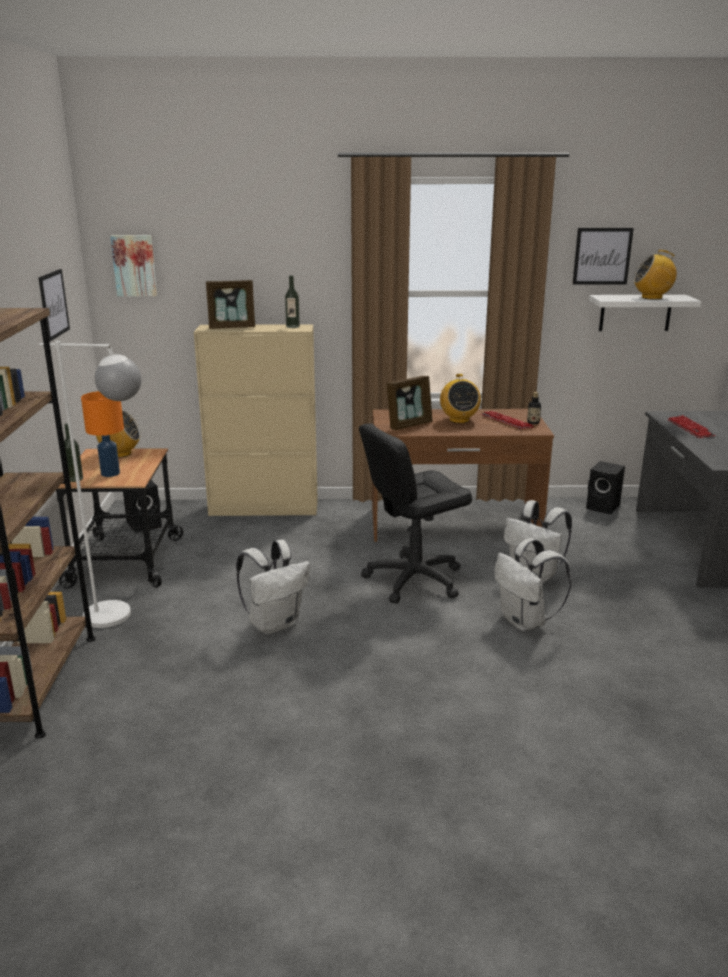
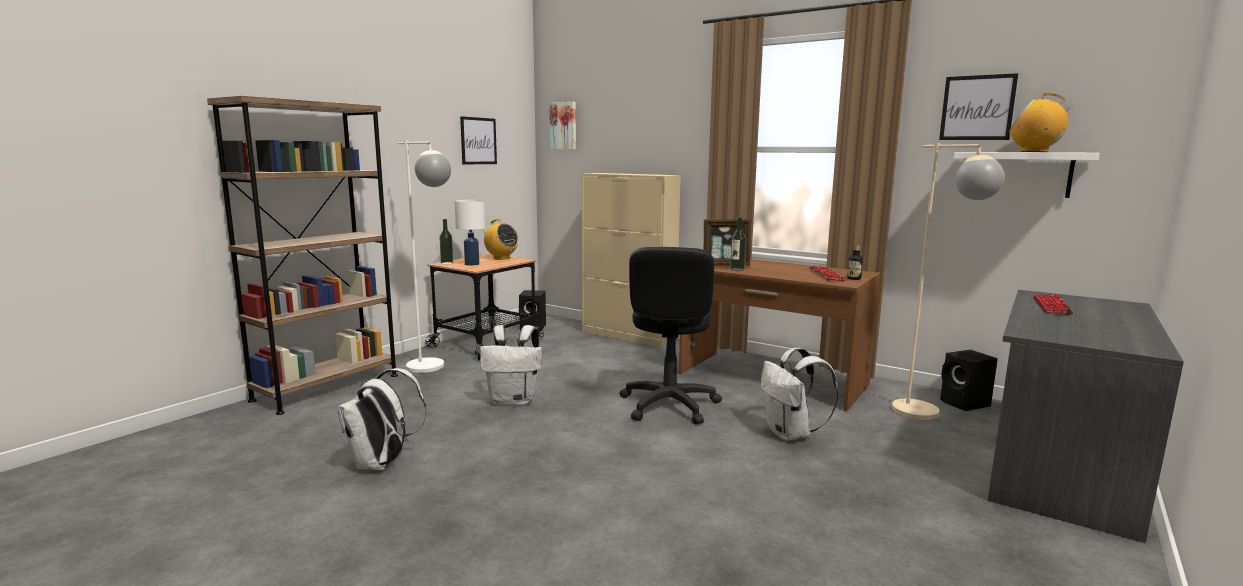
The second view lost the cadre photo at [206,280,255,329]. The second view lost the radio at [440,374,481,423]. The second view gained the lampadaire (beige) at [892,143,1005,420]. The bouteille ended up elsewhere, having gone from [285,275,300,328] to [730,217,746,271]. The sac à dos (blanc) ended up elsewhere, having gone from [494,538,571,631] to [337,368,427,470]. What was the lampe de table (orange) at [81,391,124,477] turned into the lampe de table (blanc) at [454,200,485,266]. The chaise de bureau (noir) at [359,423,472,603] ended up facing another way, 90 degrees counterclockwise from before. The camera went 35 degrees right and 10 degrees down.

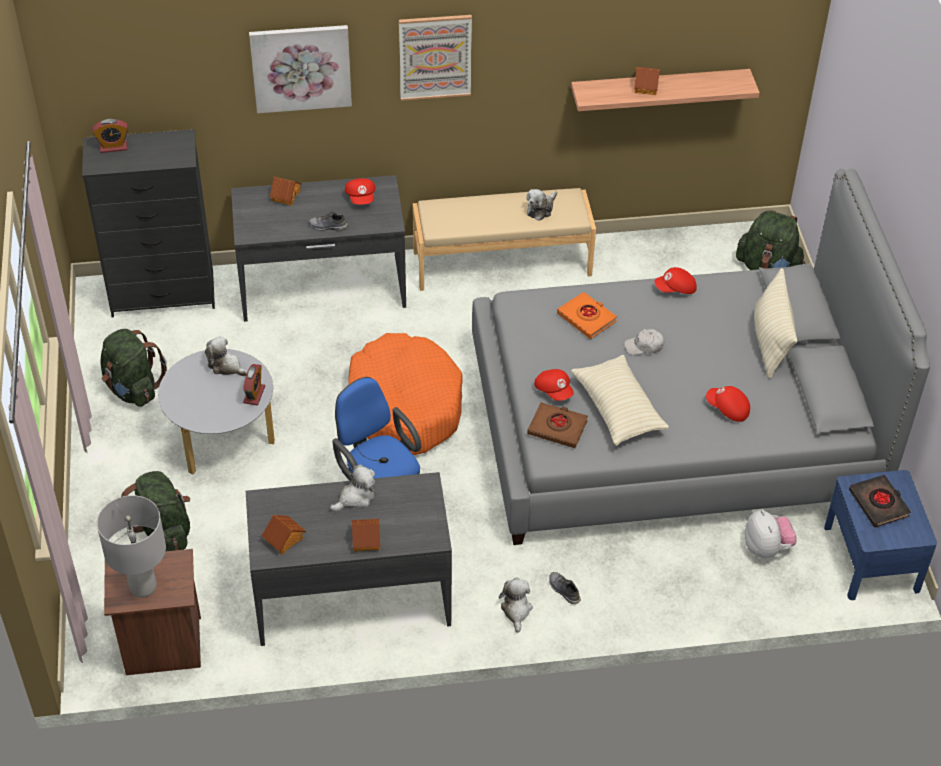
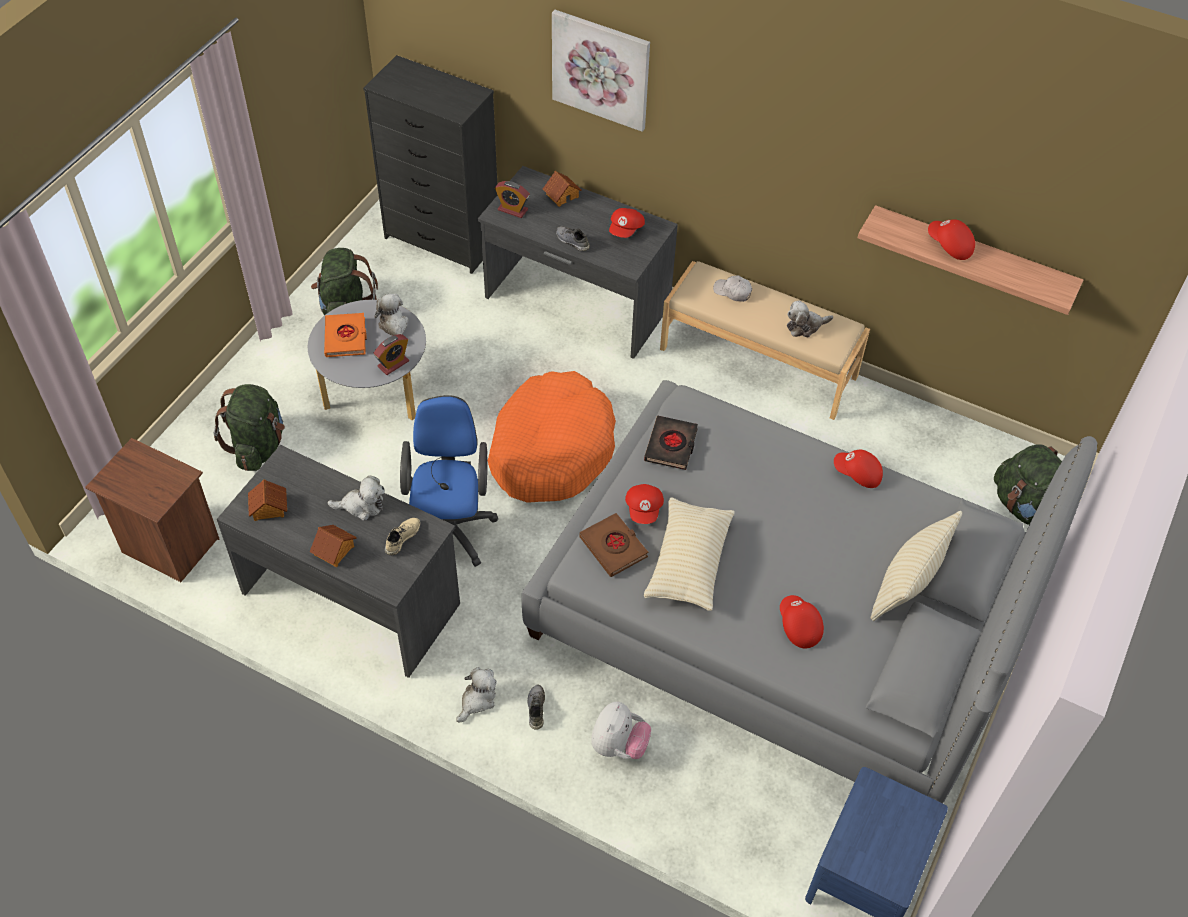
The second view lost the lampe de table (gris) at [97,495,166,598]. The second view lost the tableau at [399,15,472,101]. The second view gained the chaussure (beige) at [385,518,420,555]. The réveil ended up elsewhere, having gone from [92,119,128,153] to [495,181,530,218]. The livre (orange) ended up elsewhere, having gone from [557,292,617,339] to [324,313,367,357]. The casquette (blanc) ended up elsewhere, having gone from [624,329,664,355] to [713,275,752,302]. The peluche ended up elsewhere, having gone from [745,510,797,558] to [592,702,651,759]. The livre (noir) ended up elsewhere, having gone from [849,475,911,528] to [644,416,698,470]. Where the maison miniature stood at [634,67,660,95], the casquette (rouge) came to stand at [928,219,975,260]. The camera went 35 degrees right and 5 degrees up.

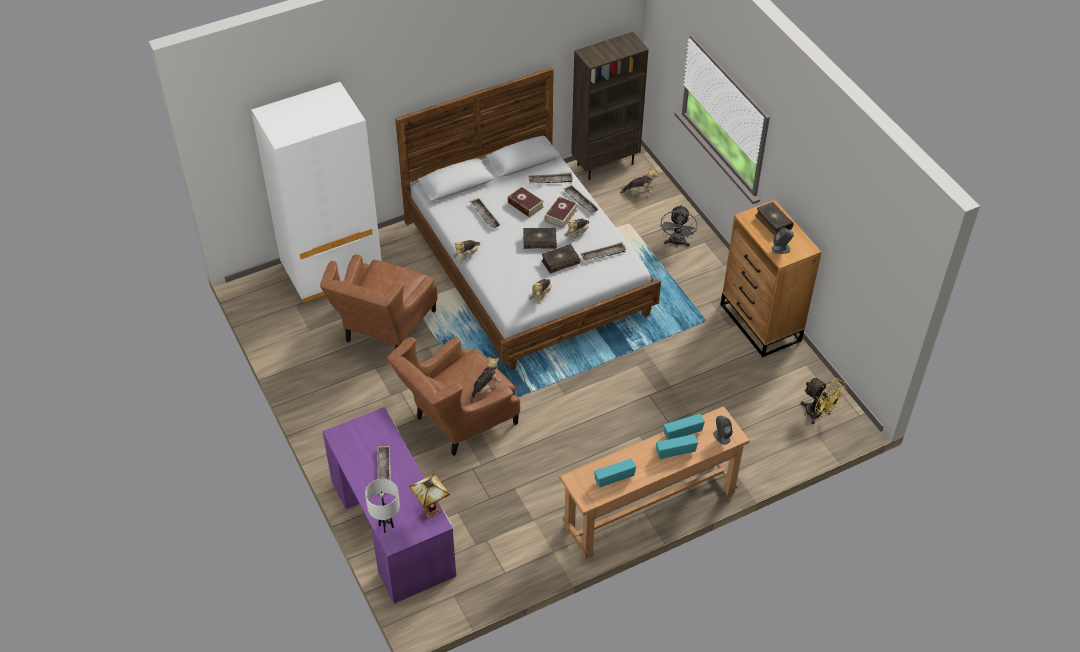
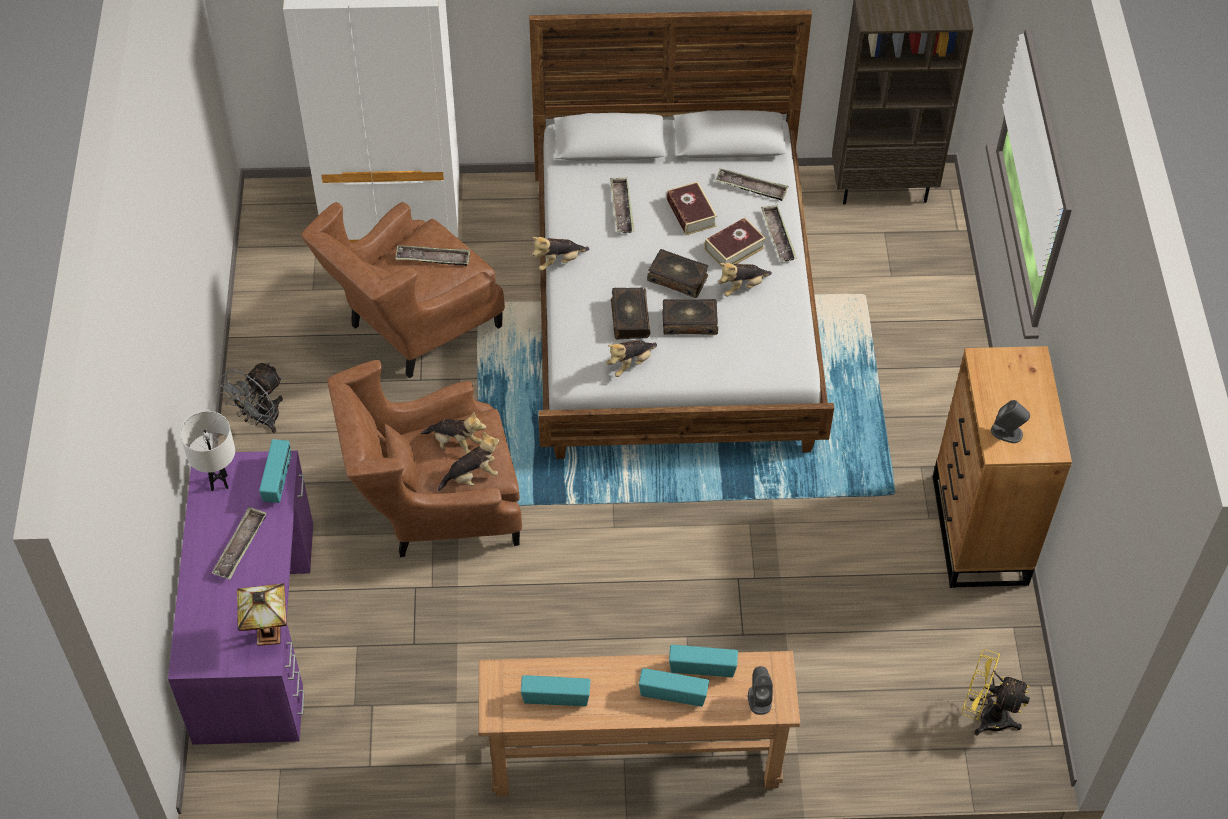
The second view gained the radio at [259,439,291,503]. The lampe de table (blanc) ended up elsewhere, having gone from [365,479,400,533] to [180,411,235,491]. The plateau ended up elsewhere, having gone from [580,242,627,262] to [395,245,470,266]. The peluche ended up elsewhere, having gone from [620,167,658,195] to [421,412,486,454]. The ventilateur (gris) ended up elsewhere, having gone from [660,205,697,247] to [217,362,283,433]. The livre ended up elsewhere, having gone from [755,202,794,236] to [611,287,650,339]. The ventilateur (jaune) at [801,378,846,424] ended up facing another way, 135 degrees clockwise from before. The camera went 25 degrees right and 5 degrees up.

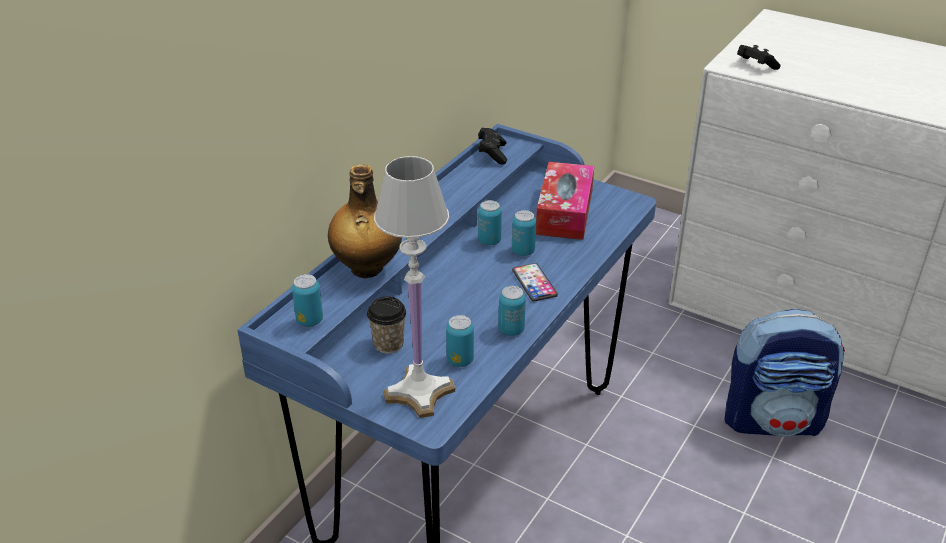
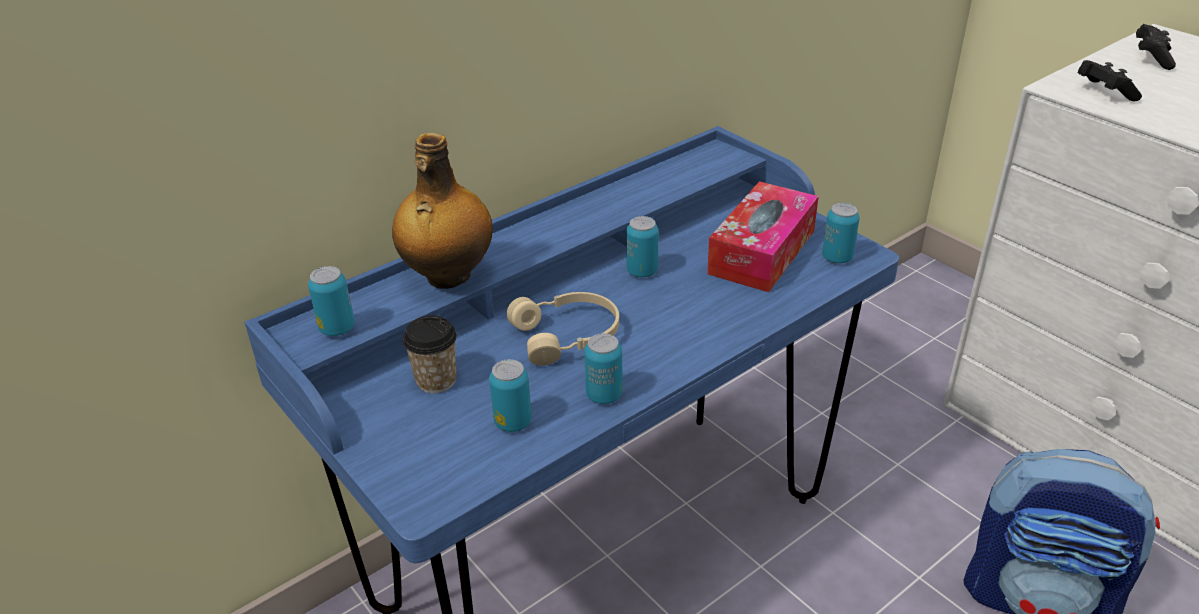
The second view lost the lampe de table (blanc) at [374,156,455,418]. The second view lost the téléphone at [512,263,558,302]. The second view gained the casque audio (beige) at [507,292,619,366]. The manette (noir) ended up elsewhere, having gone from [478,128,507,164] to [1136,24,1176,70]. The boîte métallique ended up elsewhere, having gone from [512,210,536,256] to [822,203,860,263]. The camera went 20 degrees right and 0 degrees up.

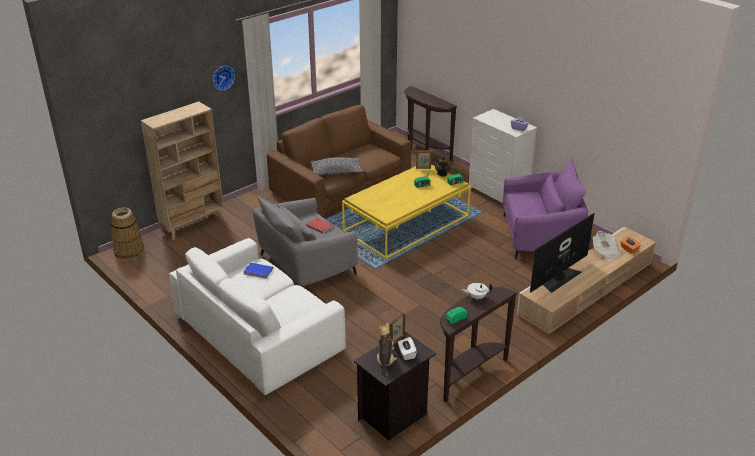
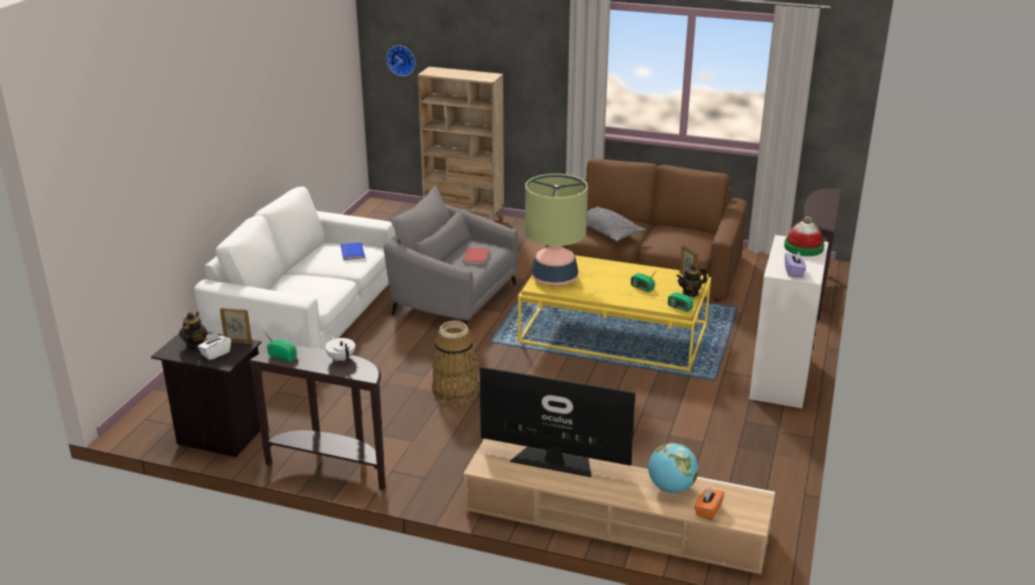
The second view lost the fauteuil (violet) at [503,159,588,259]. The second view gained the lampe de table at [525,174,588,286]. The second view gained the chapeau at [784,216,824,256]. The panier ended up elsewhere, having gone from [111,207,144,260] to [432,321,479,404]. The horloge murale ended up elsewhere, having gone from [213,66,235,90] to [387,46,415,76]. Where the peluche stood at [377,323,397,378], the théière came to stand at [179,312,207,349]. Where the journal stood at [592,231,620,261], the globe came to stand at [648,443,698,493]. The camera went 60 degrees right and 5 degrees down.

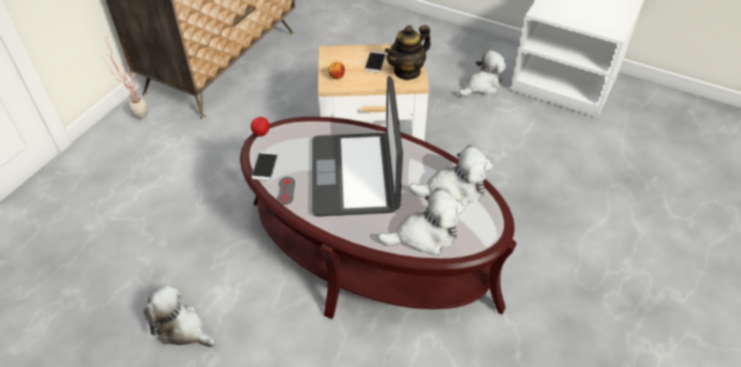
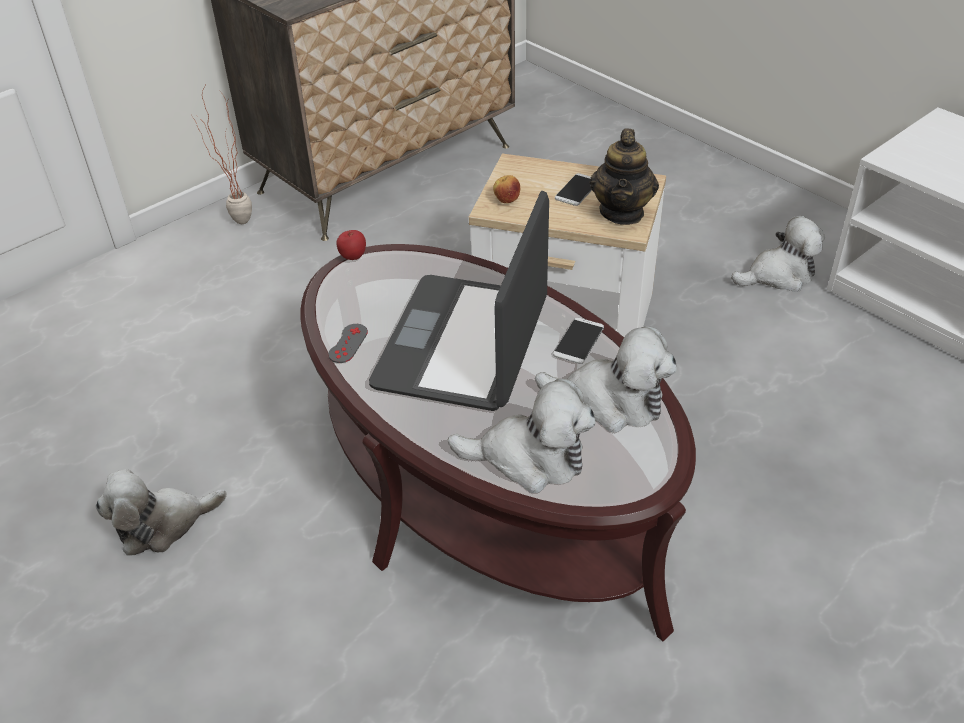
The téléphone ended up elsewhere, having gone from [251,151,278,180] to [553,317,604,364]. The peluche at [144,285,216,347] ended up facing another way, 75 degrees counterclockwise from before. The théière at [384,25,431,80] ended up facing another way, 60 degrees counterclockwise from before. The camera went 20 degrees right and 5 degrees down.

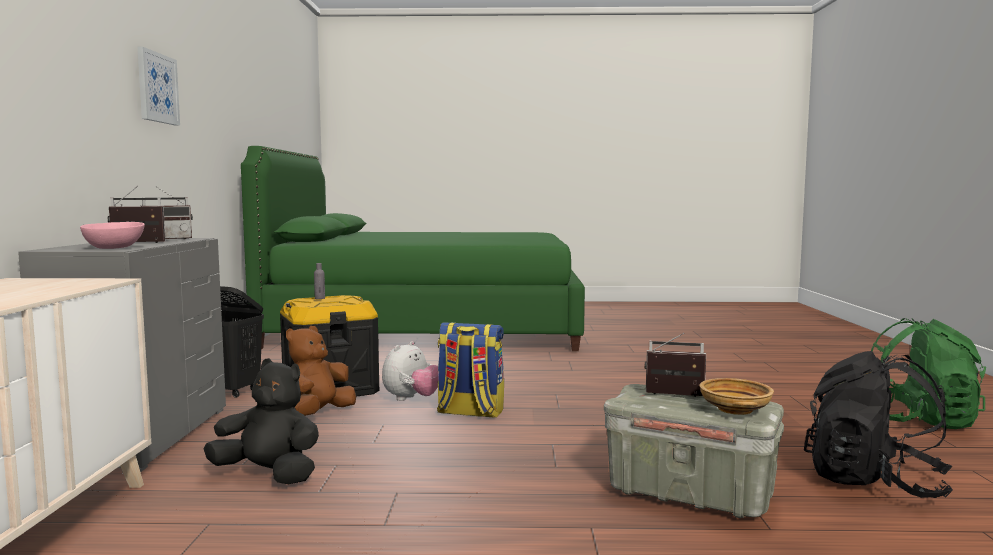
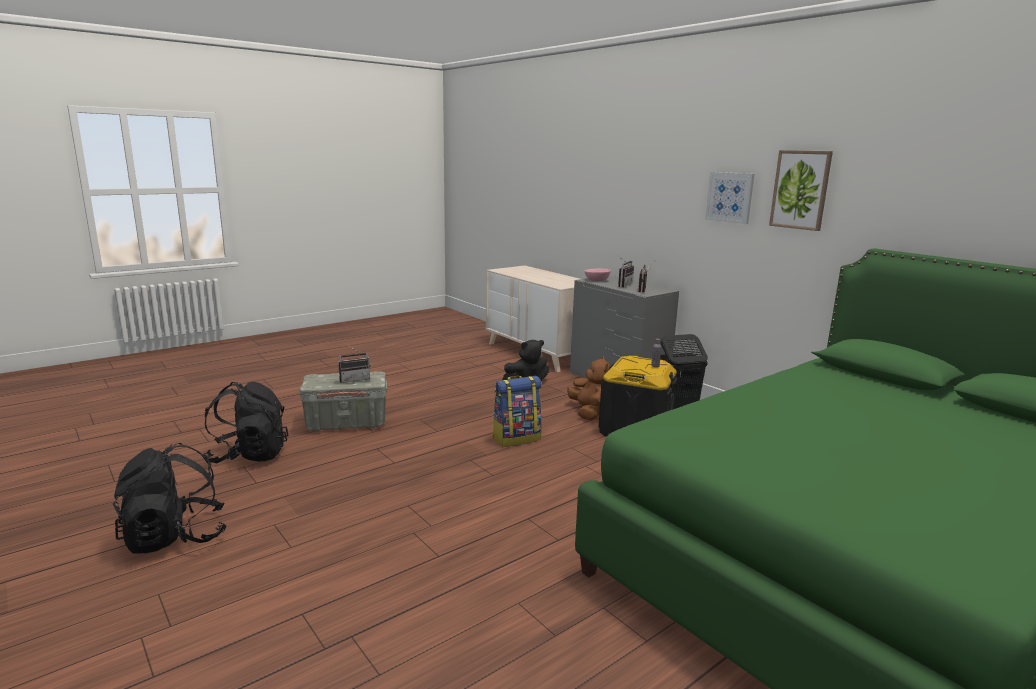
The second view lost the peluche at [382,341,439,401]. The second view lost the bol (beige) at [699,378,774,415]. The second view gained the tableau at [769,150,833,231]. What was the sac à dos (vert) at [871,318,986,429] turned into the sac à dos (noir) at [113,443,226,553]. The camera went 140 degrees right and 10 degrees up.

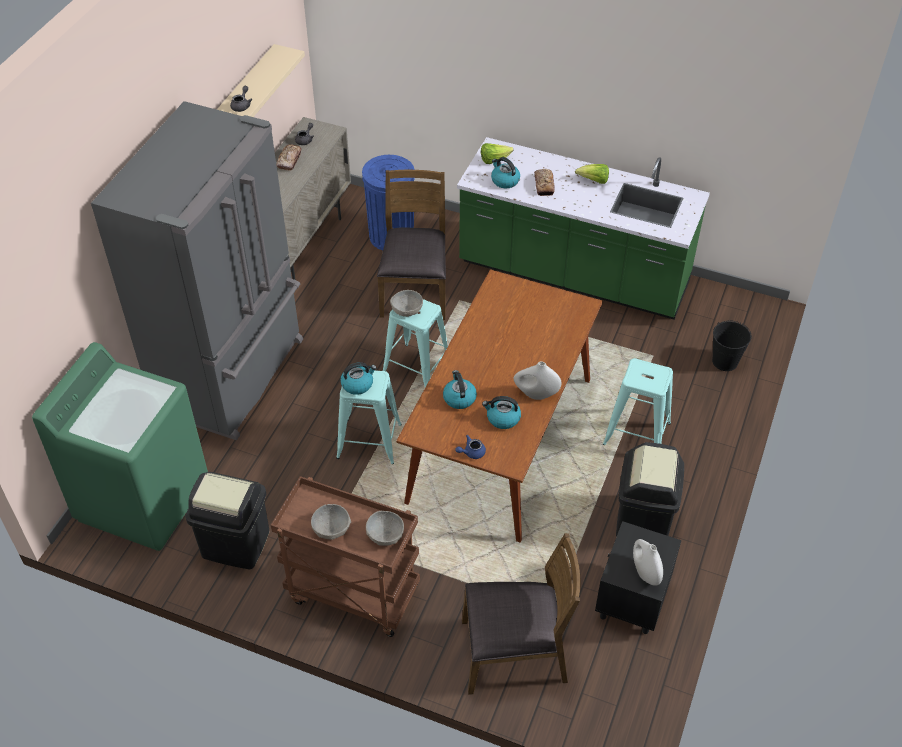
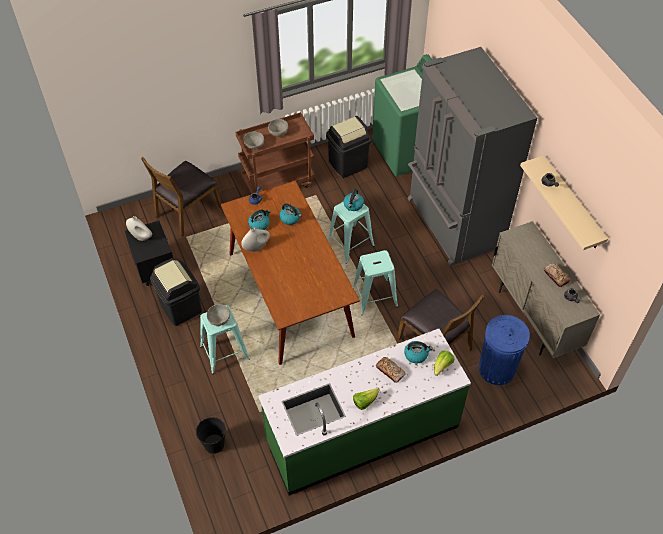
The bol (gris) ended up elsewhere, having gone from [390,290,423,317] to [207,304,230,327]. The camera went 135 degrees right and 5 degrees up.

